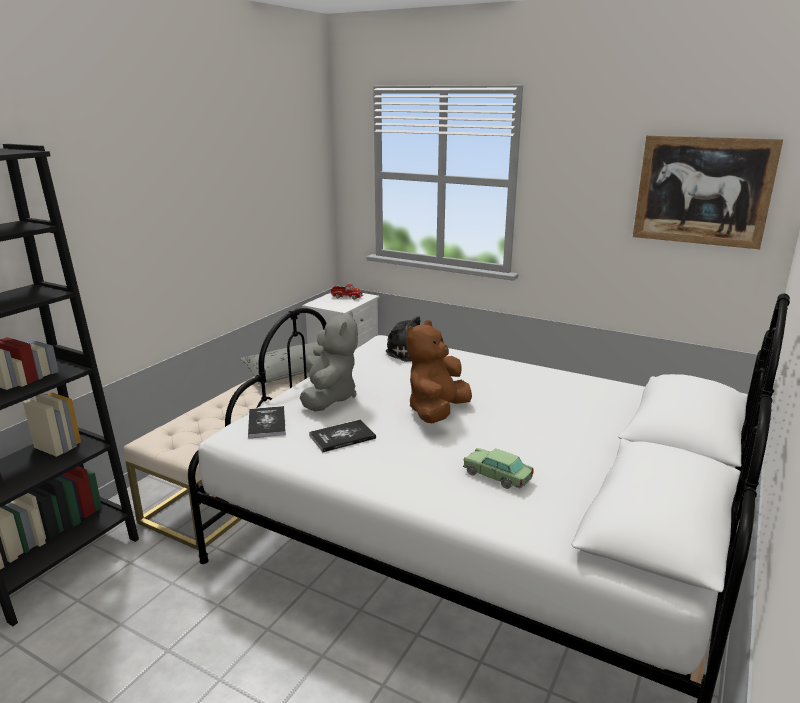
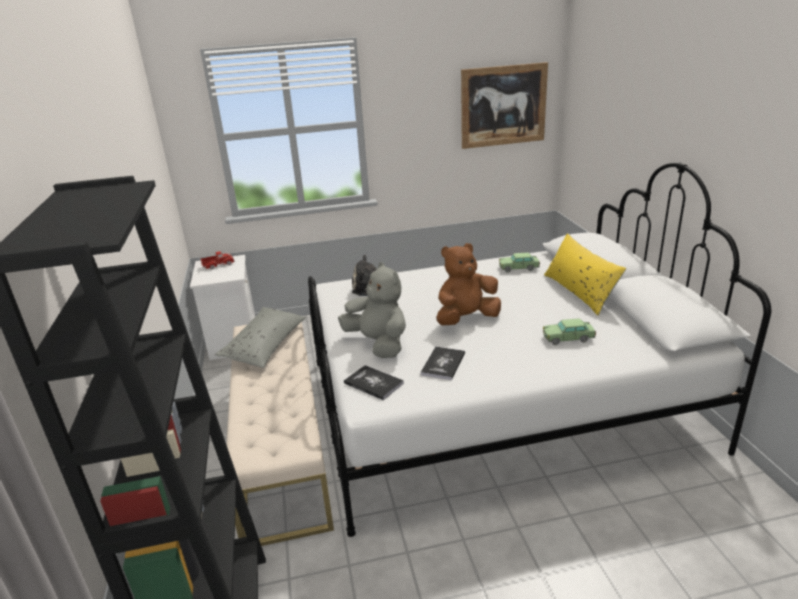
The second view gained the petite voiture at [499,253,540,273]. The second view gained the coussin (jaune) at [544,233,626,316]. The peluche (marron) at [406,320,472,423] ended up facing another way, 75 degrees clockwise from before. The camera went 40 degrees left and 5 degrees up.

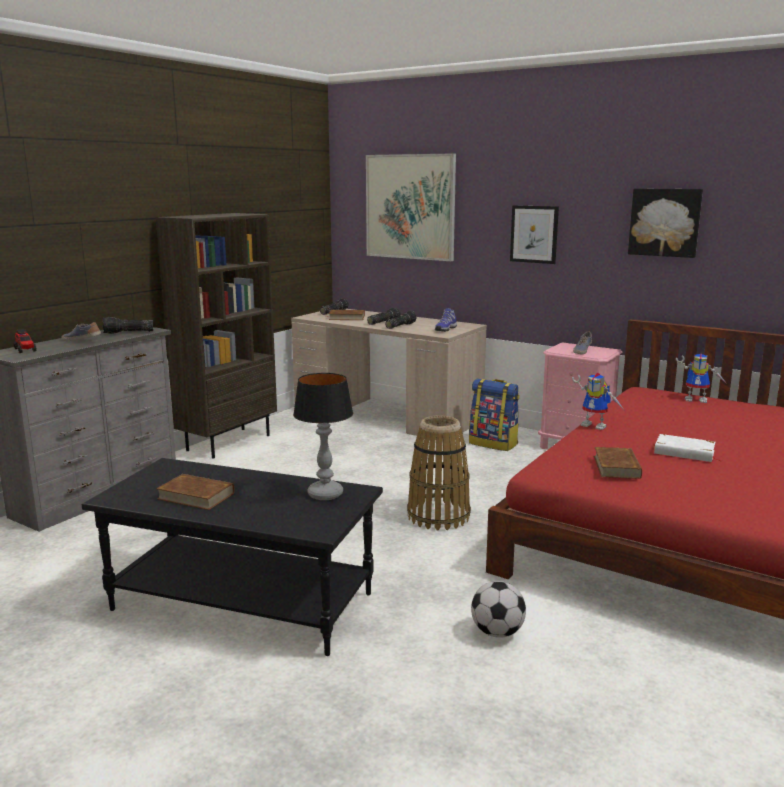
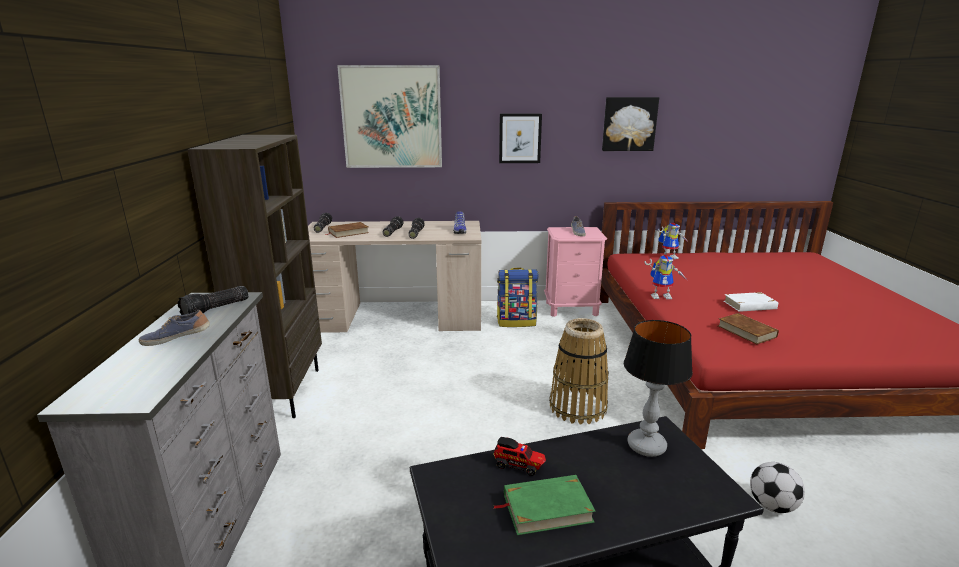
The camion jouet ended up elsewhere, having gone from [14,329,37,353] to [494,437,546,476]. What was the livre (marron) at [156,474,234,510] turned into the livre (vert) at [493,475,596,535]. The camera went 35 degrees left and 5 degrees up.

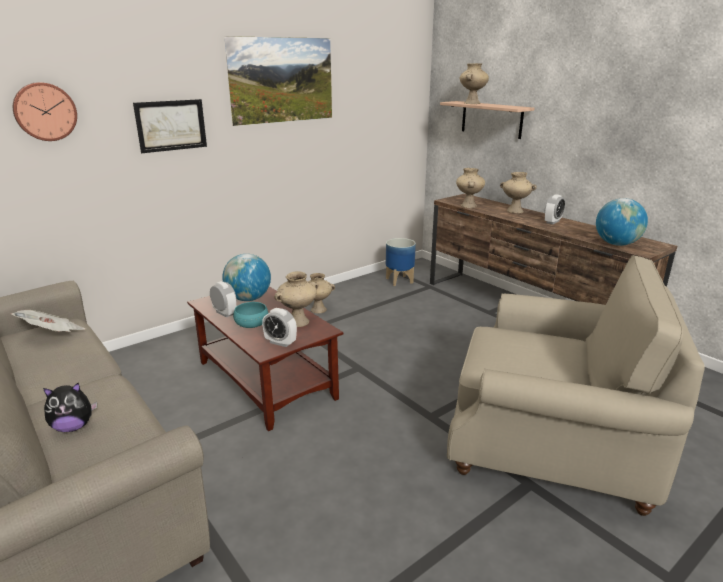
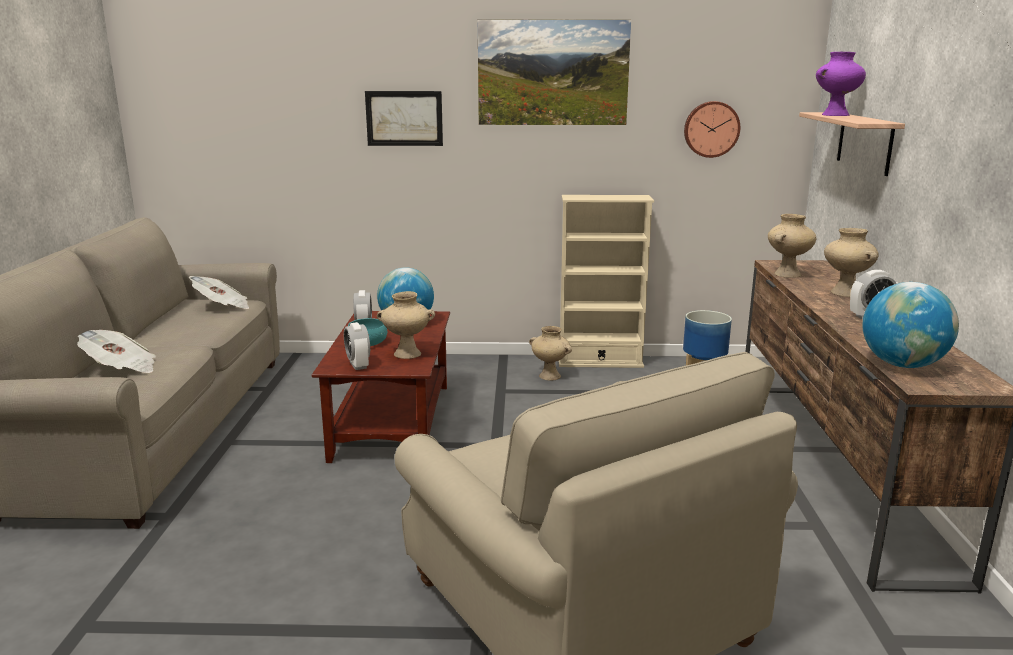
The second view gained the bibliothèque (beige) at [559,195,654,368]. The horloge murale ended up elsewhere, having gone from [13,82,77,141] to [684,101,740,158]. Where the peluche stood at [43,383,97,432], the journal came to stand at [77,330,156,373]. What was the vase (beige) at [460,63,489,104] turned into the vase (violet) at [816,52,866,116]. The camera went 40 degrees right and 5 degrees down.

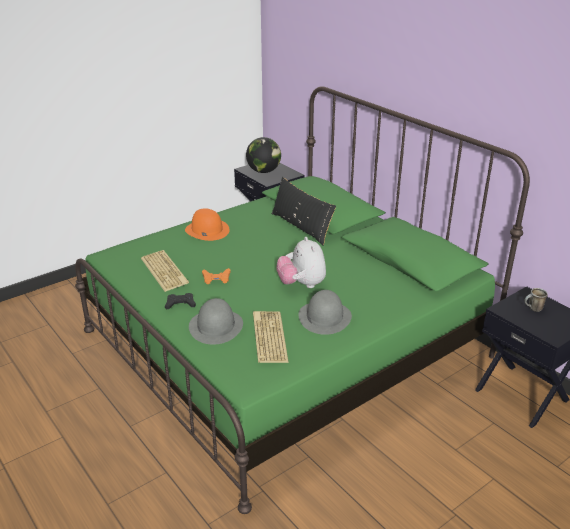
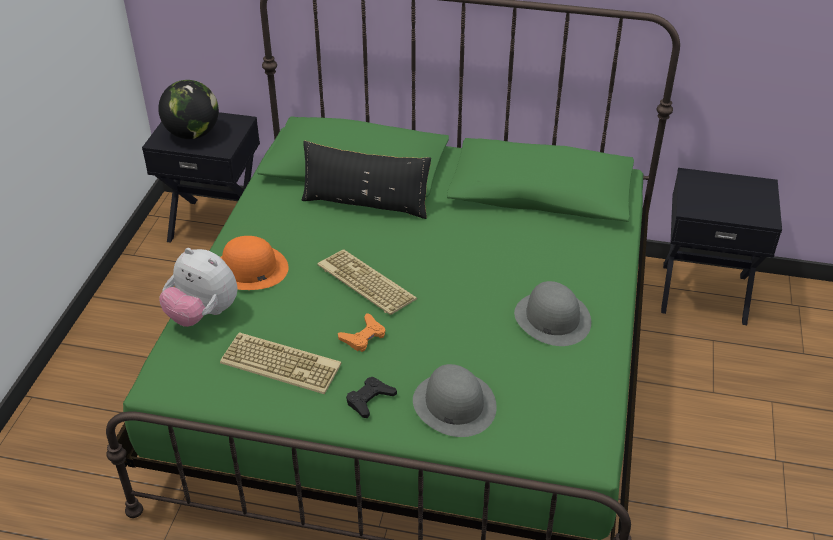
The second view lost the mug at [525,288,548,312]. The clavier ended up elsewhere, having gone from [253,311,289,363] to [317,250,417,315]. The peluche ended up elsewhere, having gone from [276,237,326,288] to [159,248,237,327]. The camera went 40 degrees left and 10 degrees up.

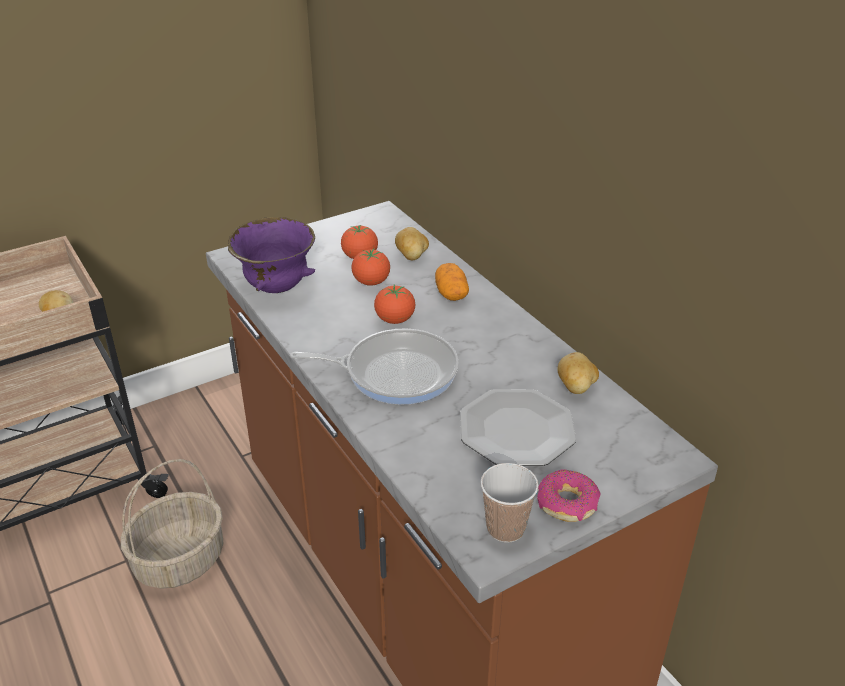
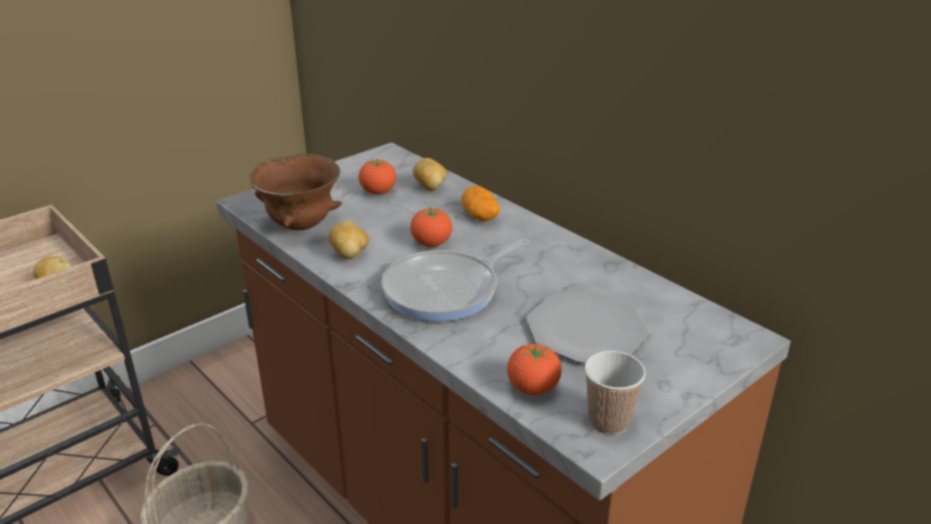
The second view lost the beignet at [537,469,601,522]. The tomate ended up elsewhere, having gone from [351,249,390,286] to [507,342,562,395]. The pomme de terre ended up elsewhere, having gone from [557,352,599,394] to [329,221,369,259]. What was the bol (violet) at [228,217,315,293] turned into the bol (marron) at [250,154,342,230]. The poêle at [290,329,459,405] ended up facing another way, 150 degrees clockwise from before. The camera went 10 degrees left and 5 degrees down.

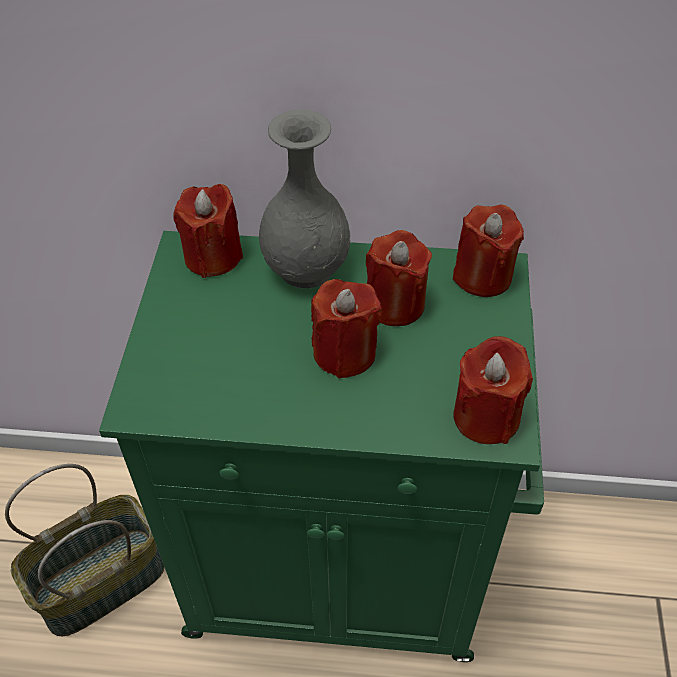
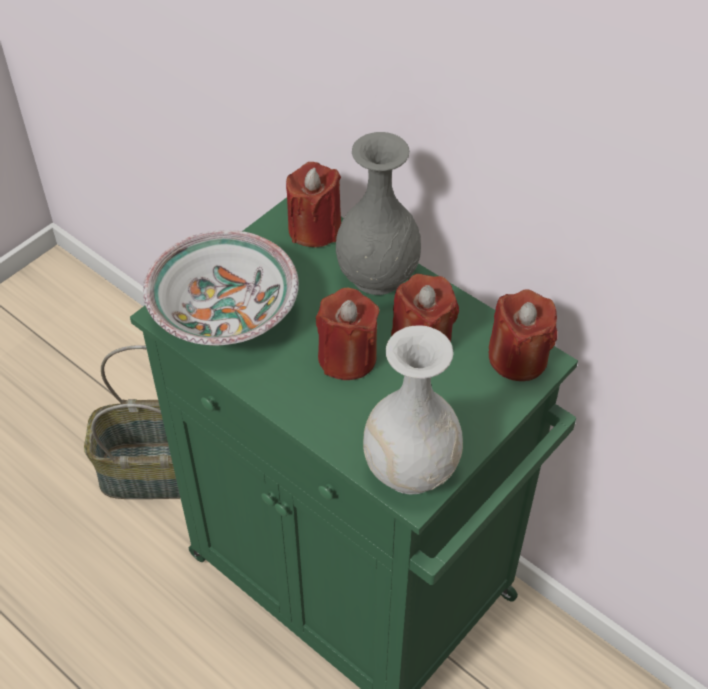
The second view gained the bol at [143,230,299,346]. Where the bougie (rouge) stood at [454,336,533,444], the vase (blanc) came to stand at [363,325,463,495]. The camera went 35 degrees right and 0 degrees up.

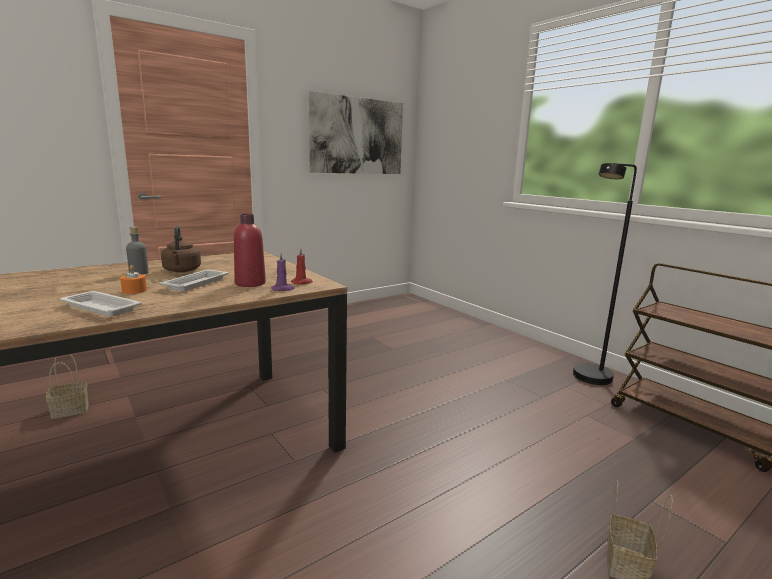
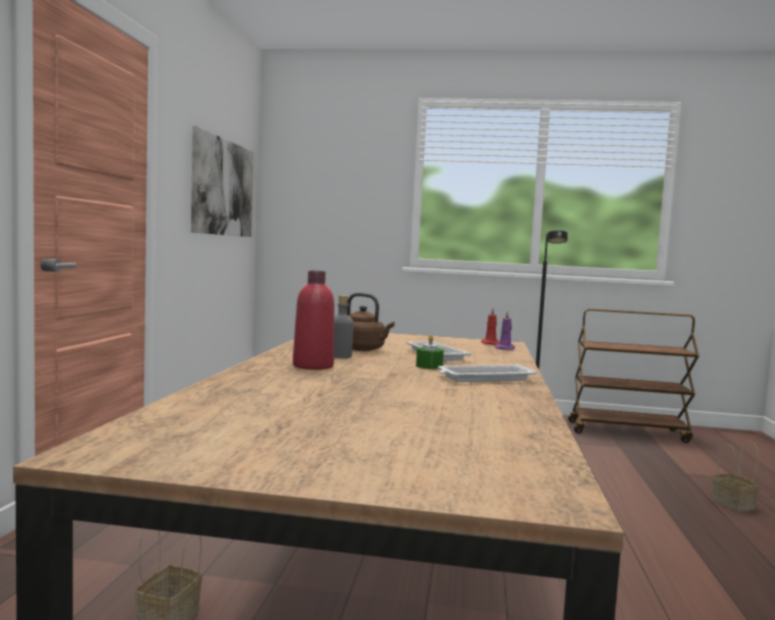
The bouteille (rouge) ended up elsewhere, having gone from [234,214,266,287] to [293,271,334,370]. What was the bougie (orange) at [120,265,147,294] turned into the bougie (vert) at [416,335,444,369]. The camera went 45 degrees left and 10 degrees down.

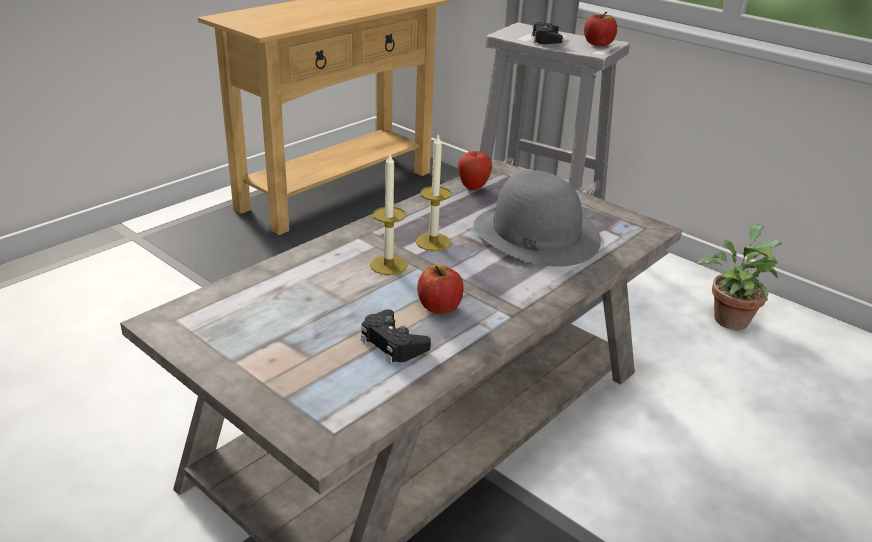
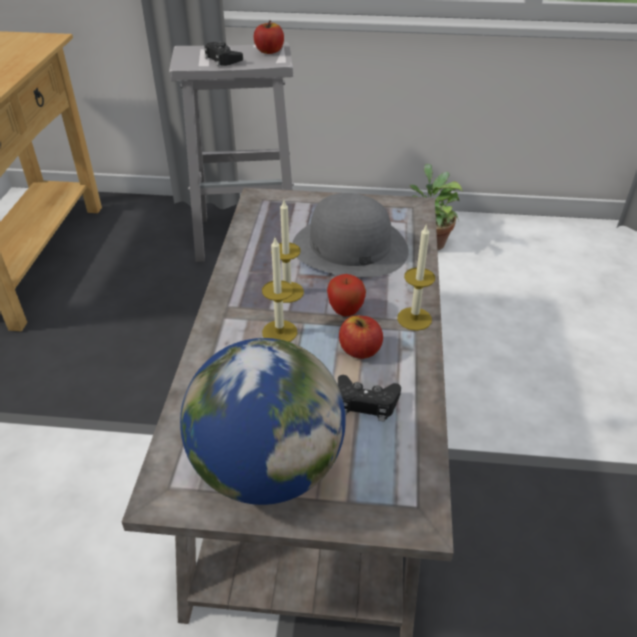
The second view gained the globe at [180,338,346,505]. The second view gained the bougie at [397,224,435,331]. The pomme ended up elsewhere, having gone from [458,151,492,190] to [327,274,366,317]. The camera went 35 degrees left and 10 degrees up.

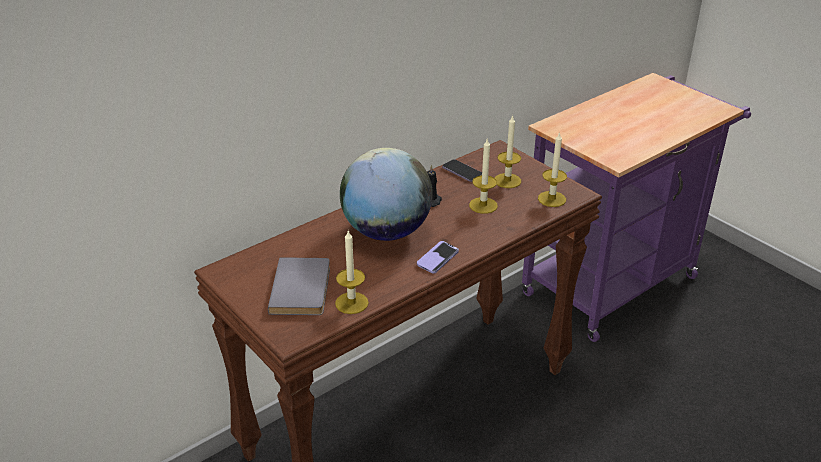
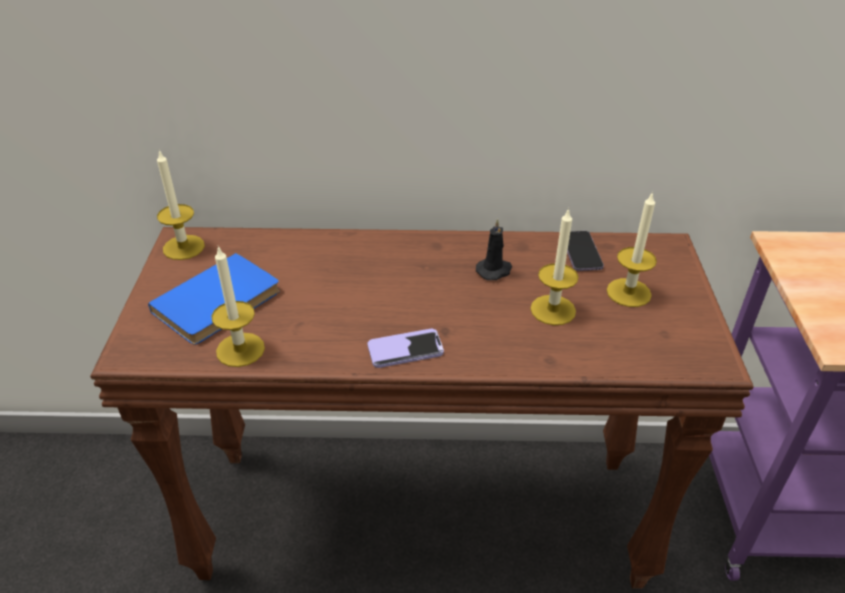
The second view lost the globe at [340,148,433,241]. The bougie ended up elsewhere, having gone from [538,132,567,207] to [157,149,205,260]. What was the livre (gris) at [268,257,330,315] turned into the livre (bleu) at [148,253,280,345]. The camera went 40 degrees right and 5 degrees up.

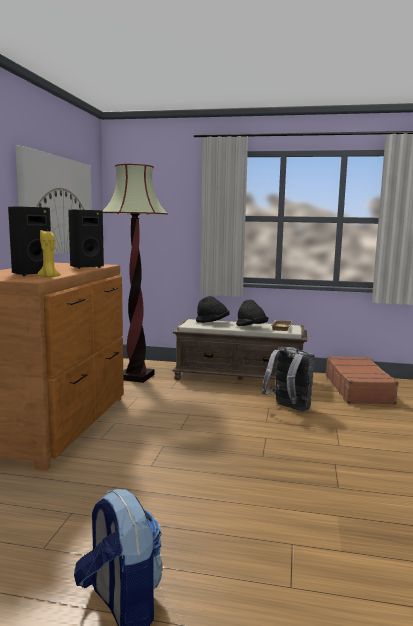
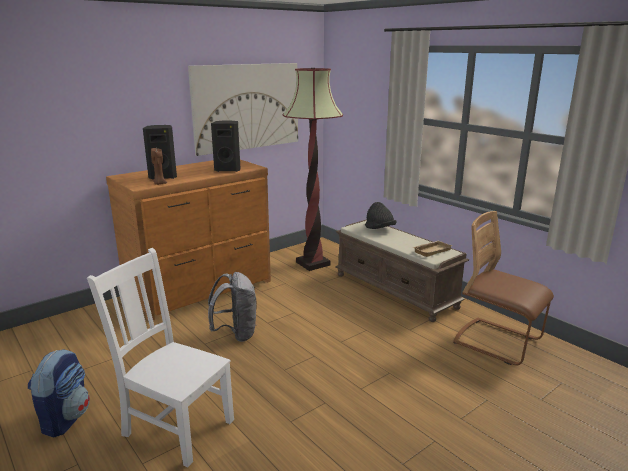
The second view lost the chapeau (noir) at [236,299,268,326]. The second view gained the chaise (blanc) at [87,248,234,467]. The sac à dos (gris) ended up elsewhere, having gone from [261,347,315,411] to [208,272,257,342]. Where the valise (marron) stood at [326,356,399,404], the chaise (marron) came to stand at [453,211,554,366]. What was the bougie (jaune) at [37,230,61,277] turned into the bougie (marron) at [151,148,167,185]. The camera went 40 degrees right and 10 degrees up.

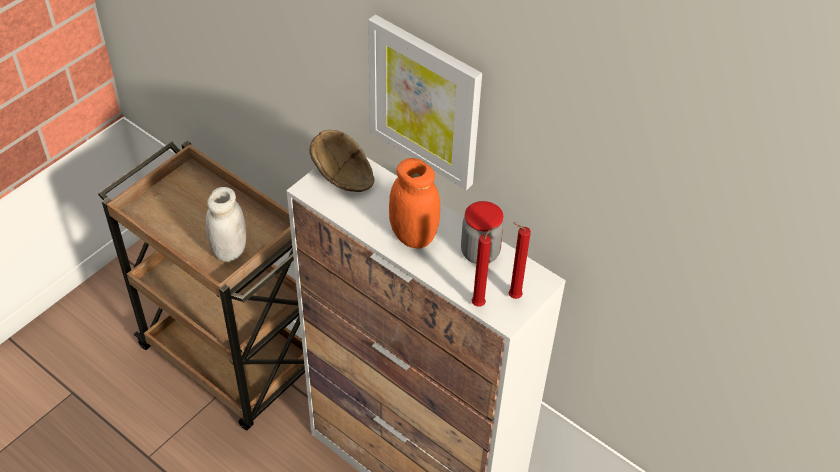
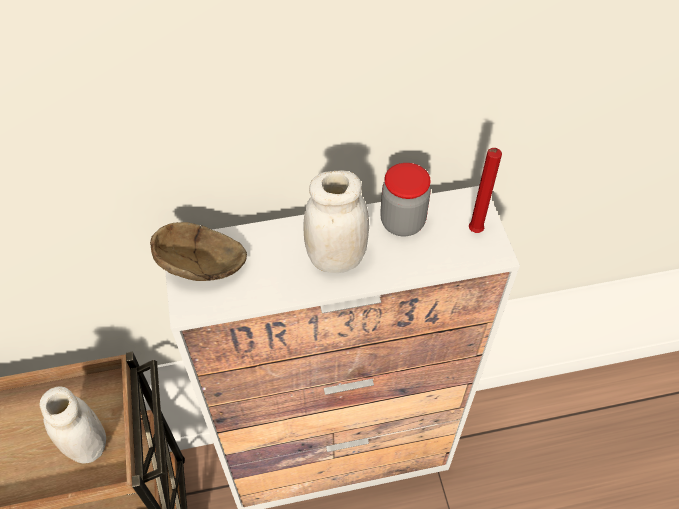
The second view lost the tableau at [368,15,482,190]. The second view lost the bougie (rouge) at [472,227,497,307]. What was the bocal (orange) at [389,158,440,248] turned into the bocal (blanc) at [303,170,369,273]. The camera went 50 degrees left and 5 degrees up.

